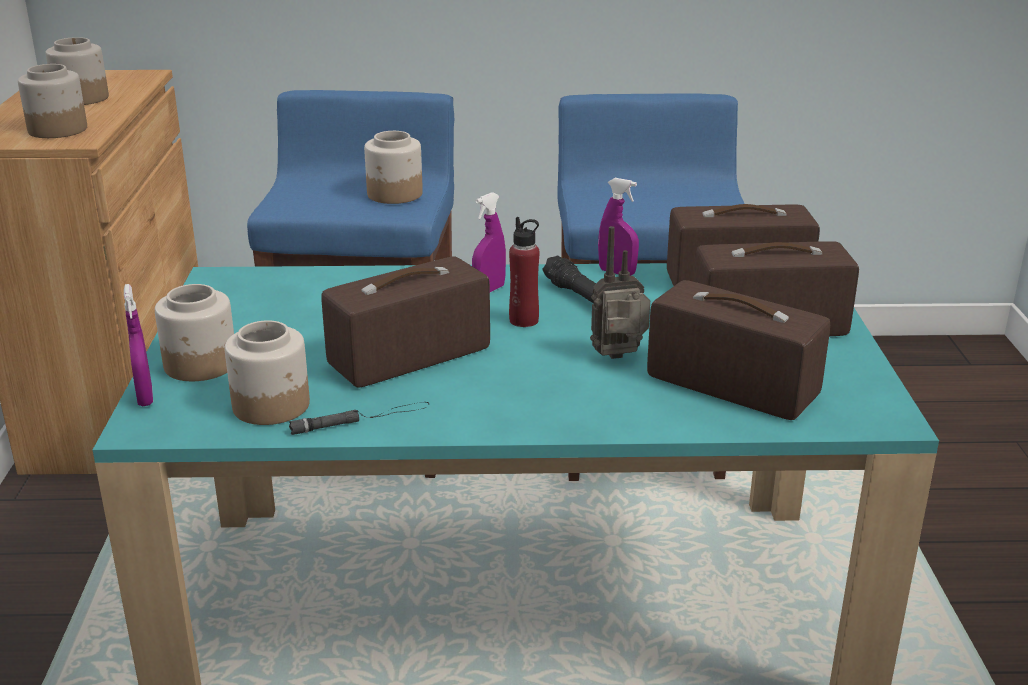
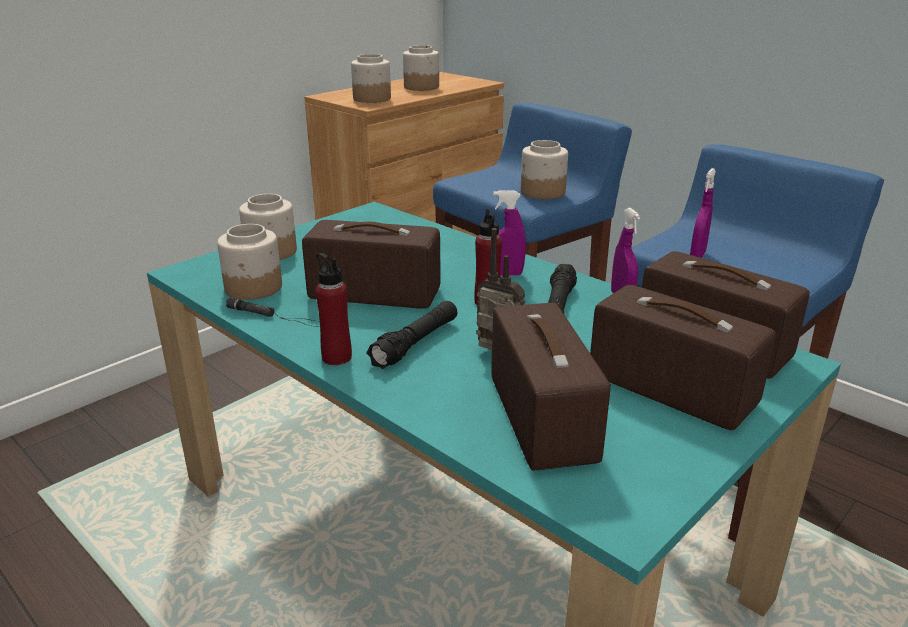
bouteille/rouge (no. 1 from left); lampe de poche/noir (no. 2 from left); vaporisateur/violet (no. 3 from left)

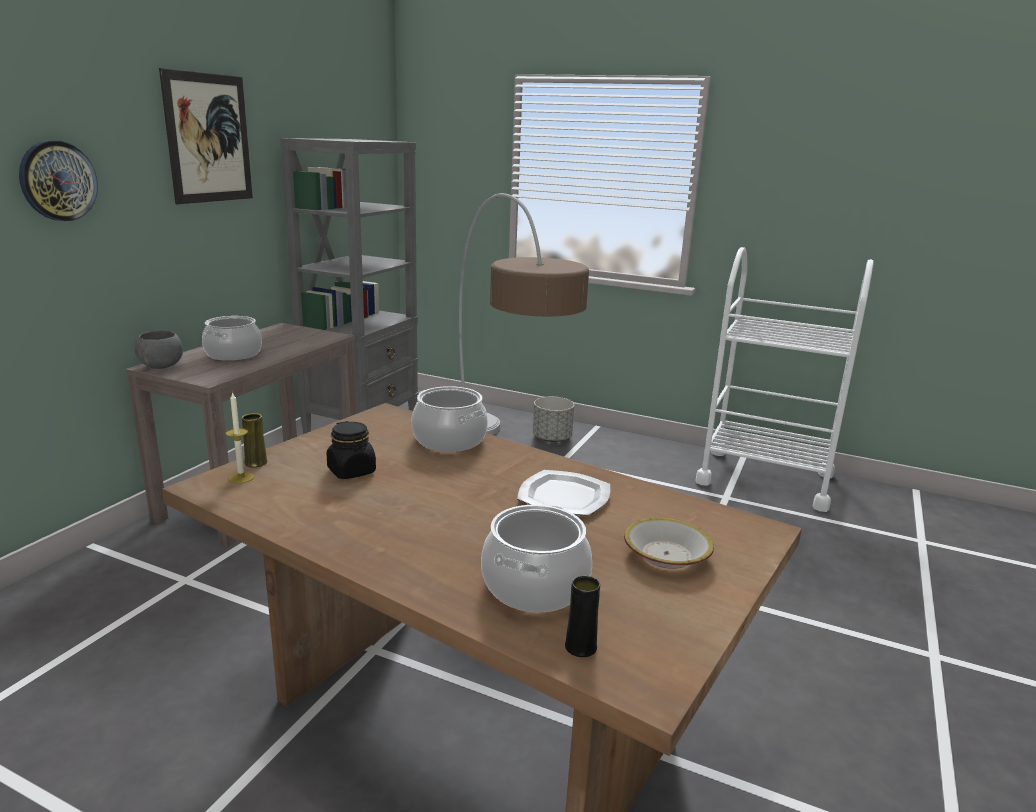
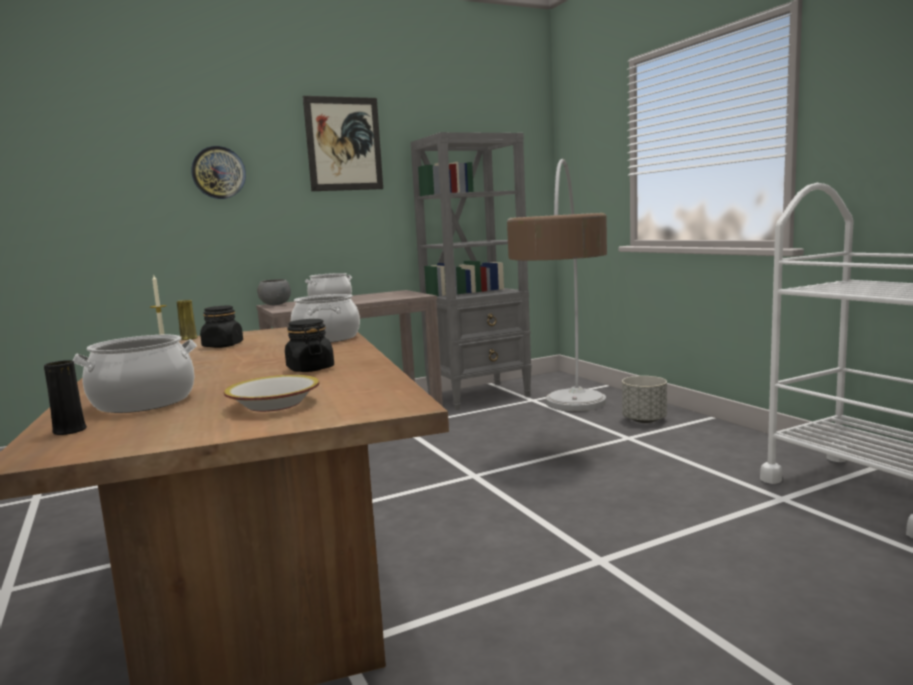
bocal/noir (no. 2 from left)

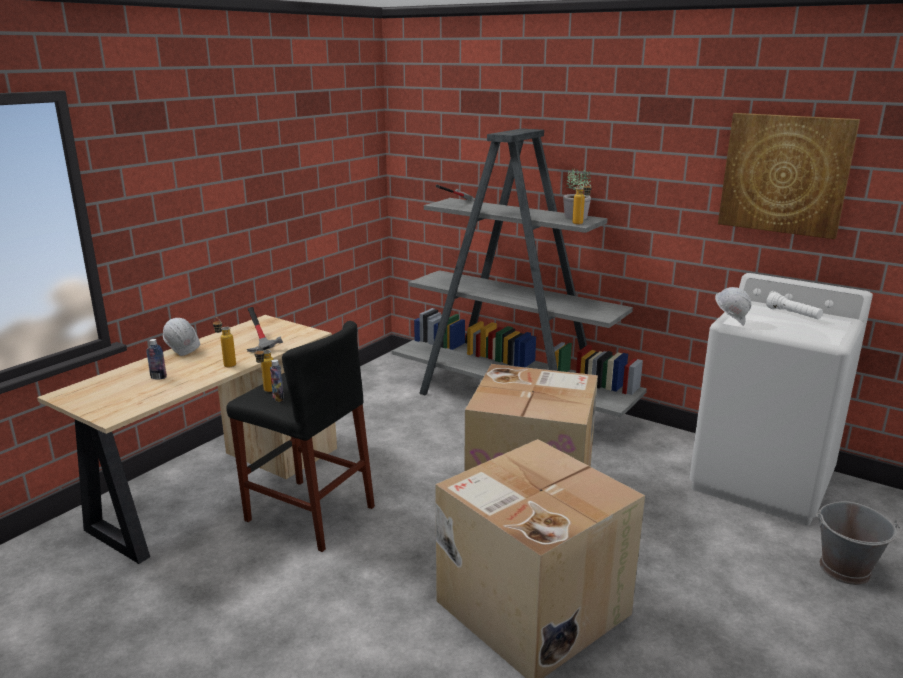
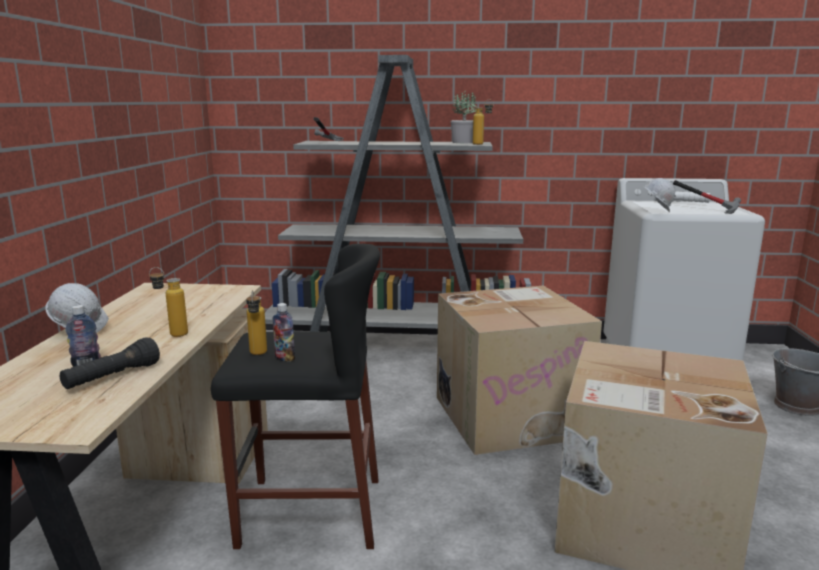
lampe de poche/noir; marteau (no. 2 from left); tableau

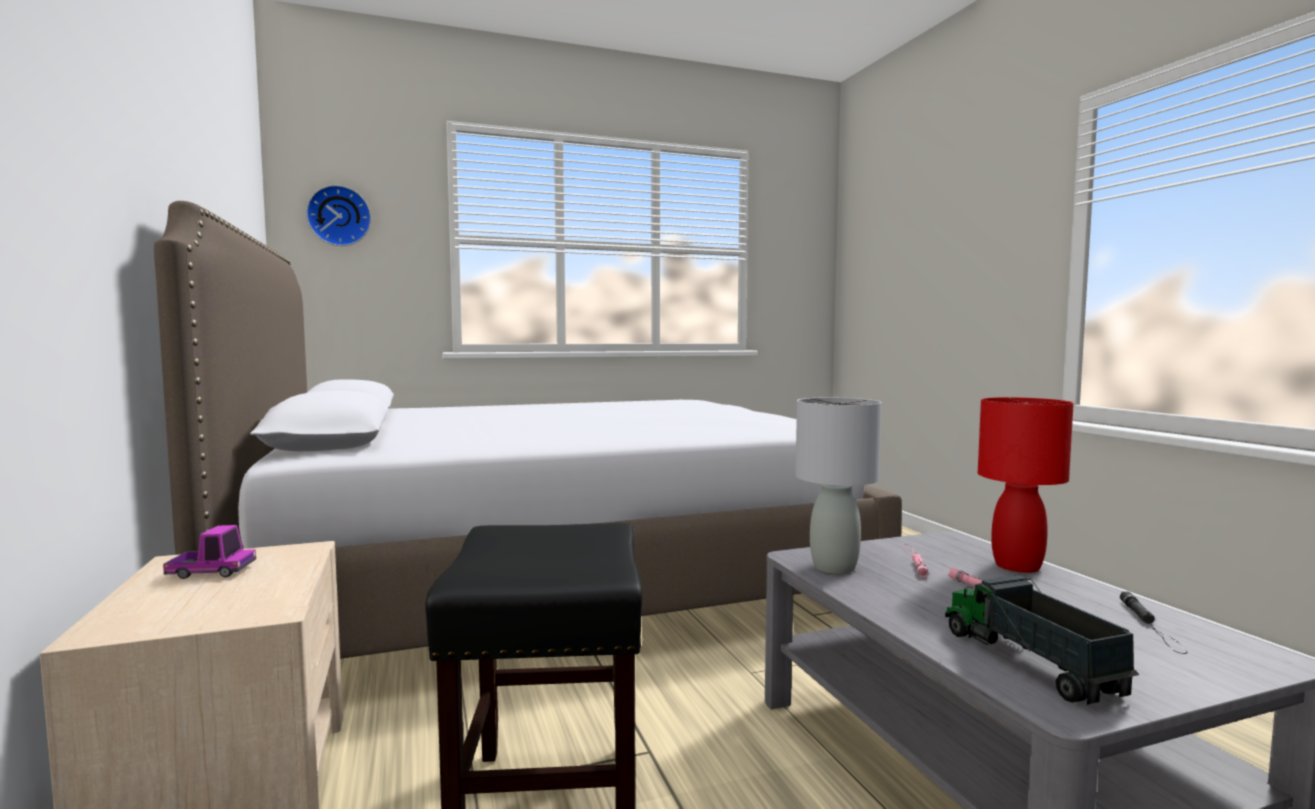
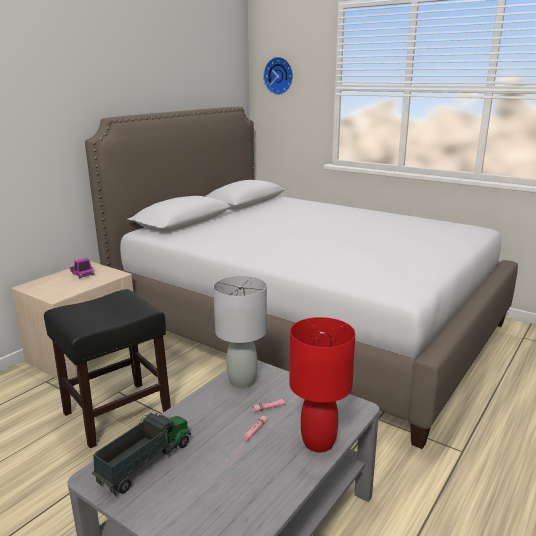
lampe de poche/noir

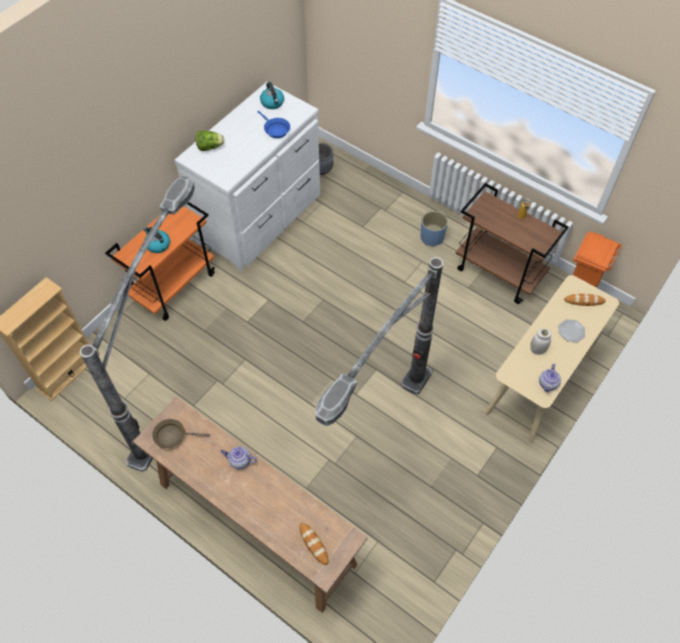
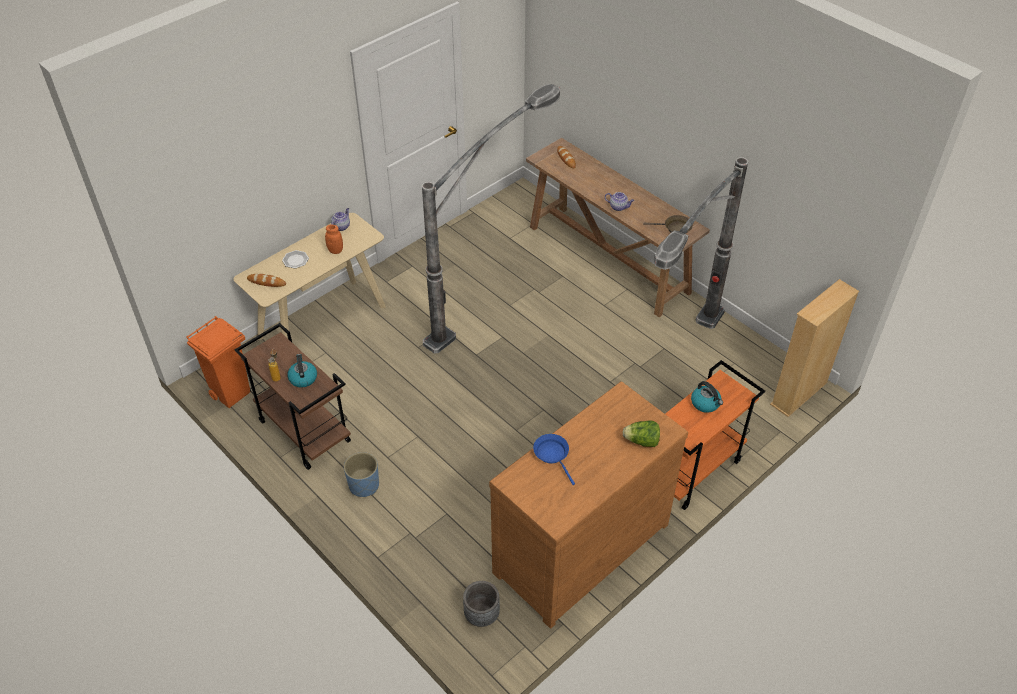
bouilloire (no. 1 from left); bocal/orange; commode/marron

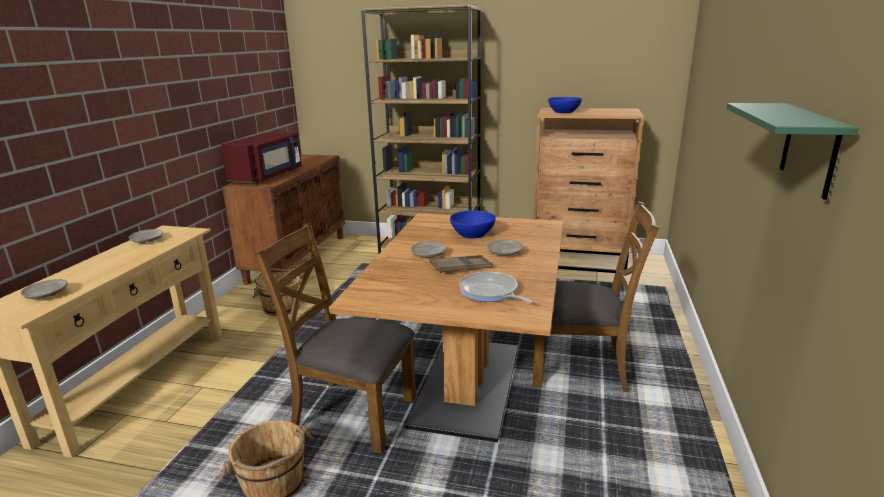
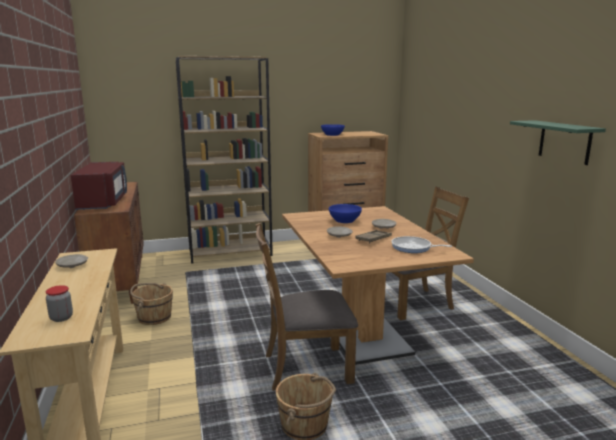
bocal

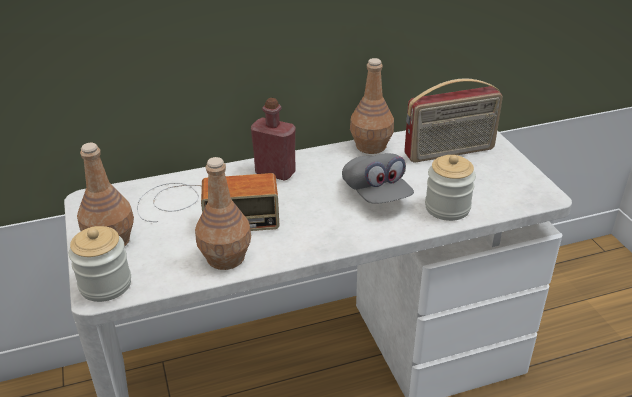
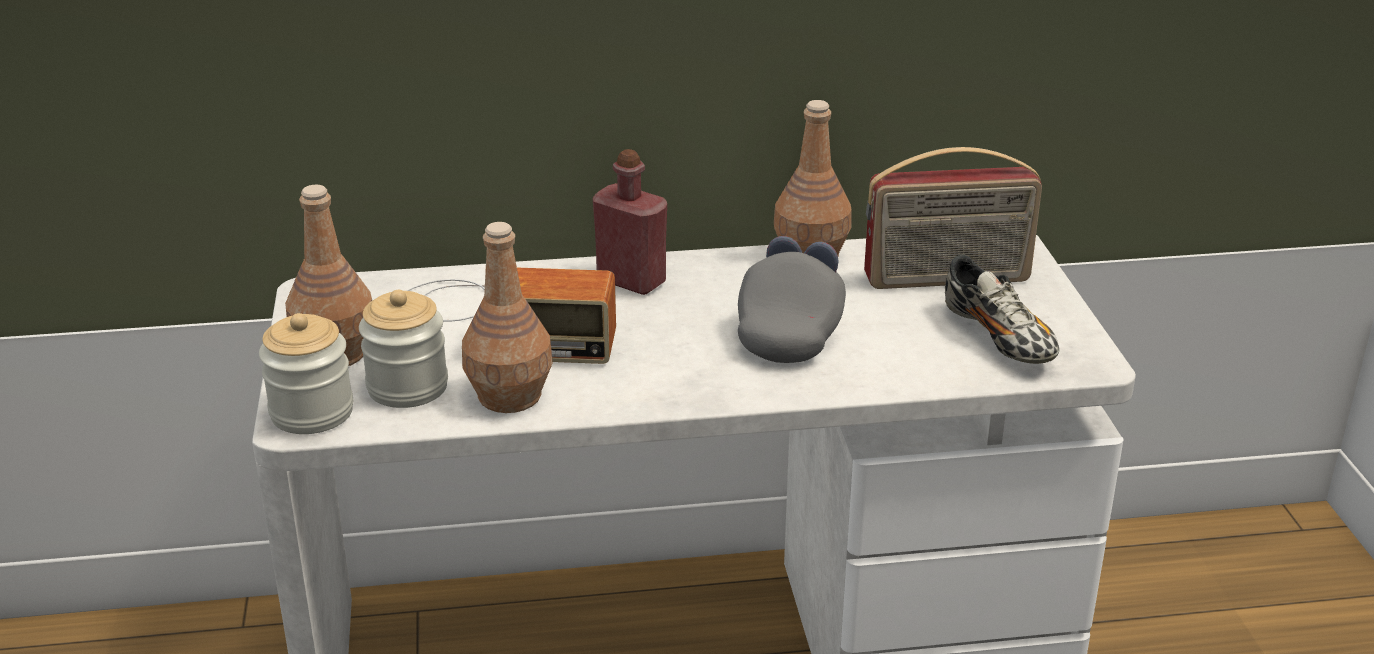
bocal (no. 2 from left); casquette/gris; chaussure

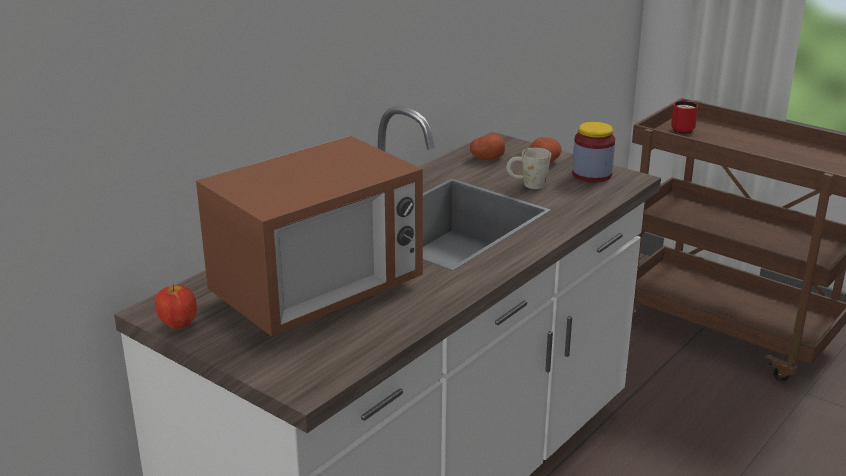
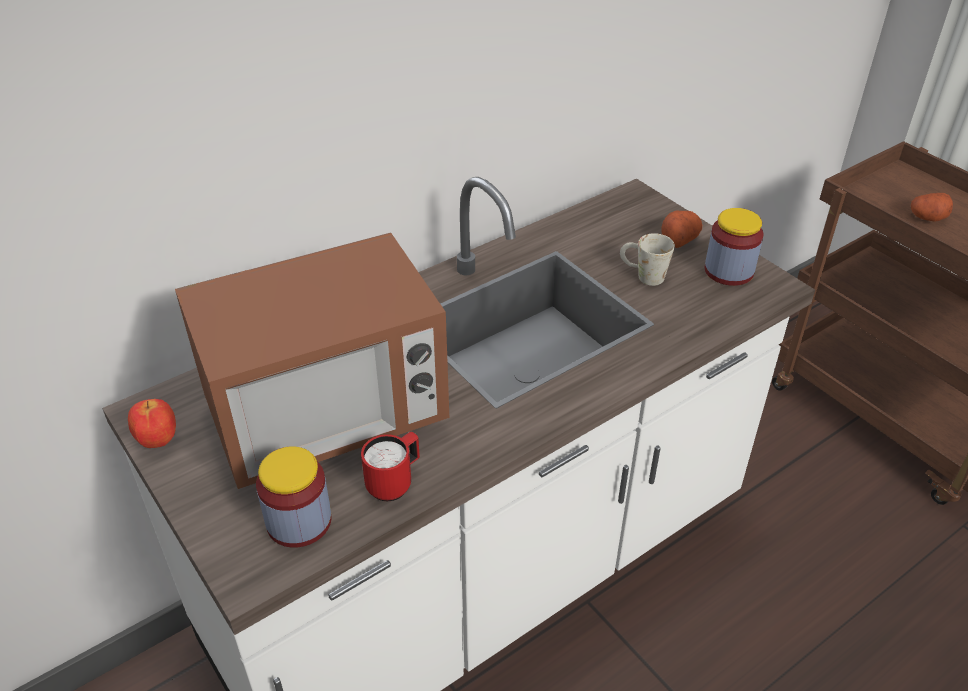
bocal (no. 1 from left); mug/rouge; pomme de terre (no. 2 from left)

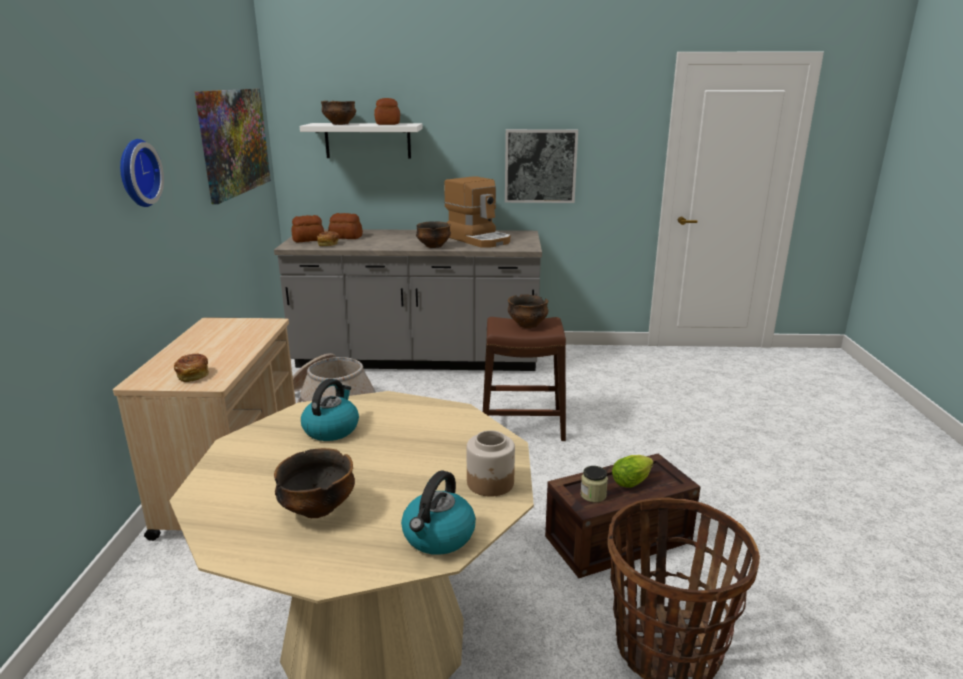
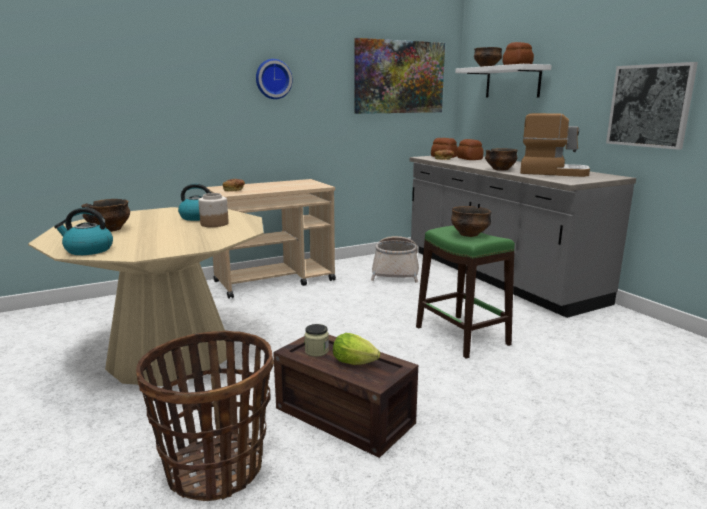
bocal (no. 1 from left); tabouret/vert; machine à café

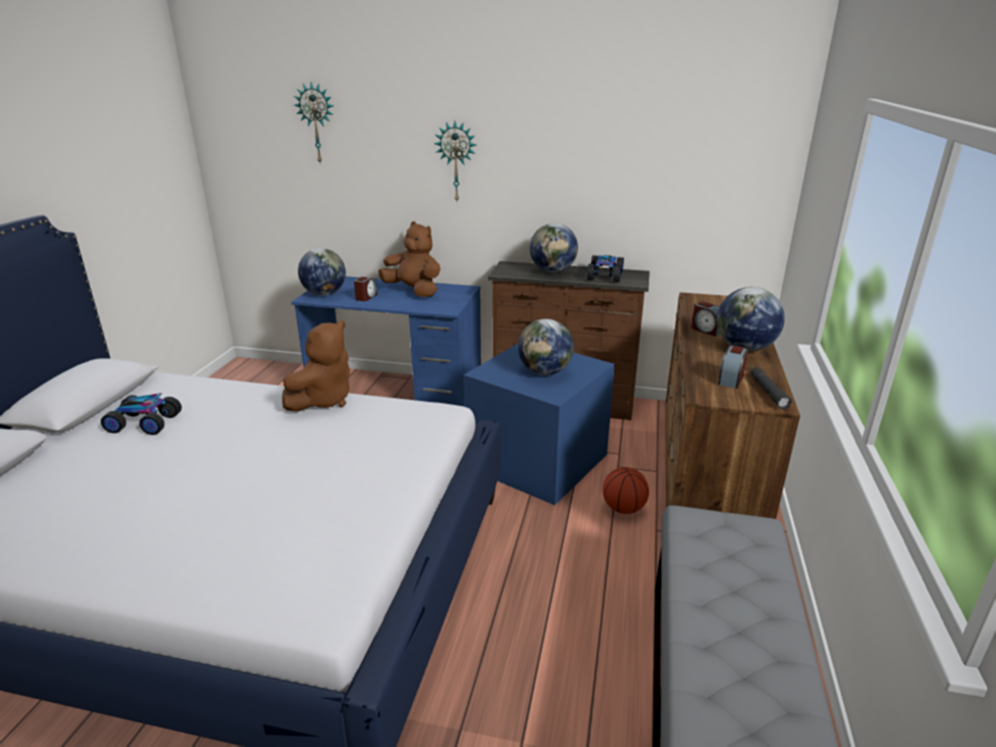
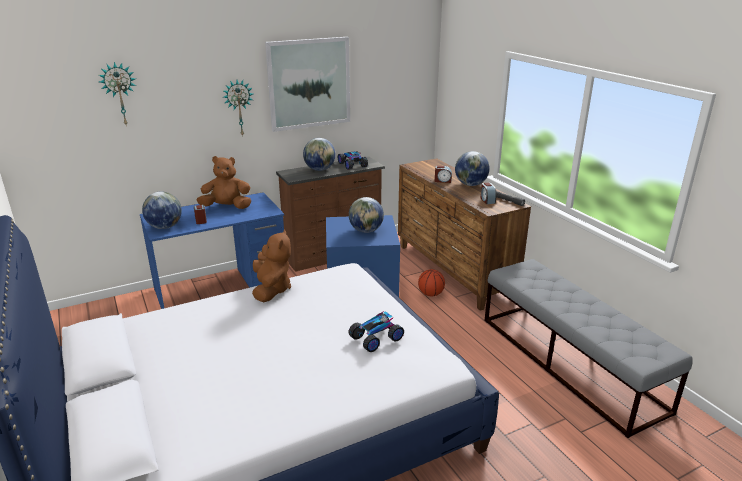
tableau; petite voiture (no. 2 from left)

